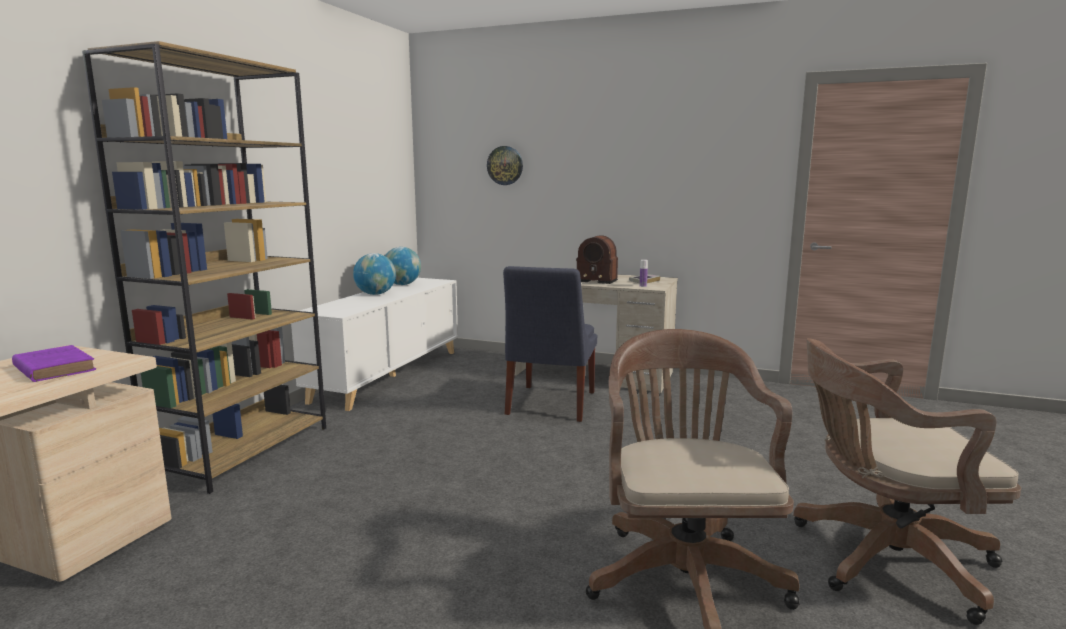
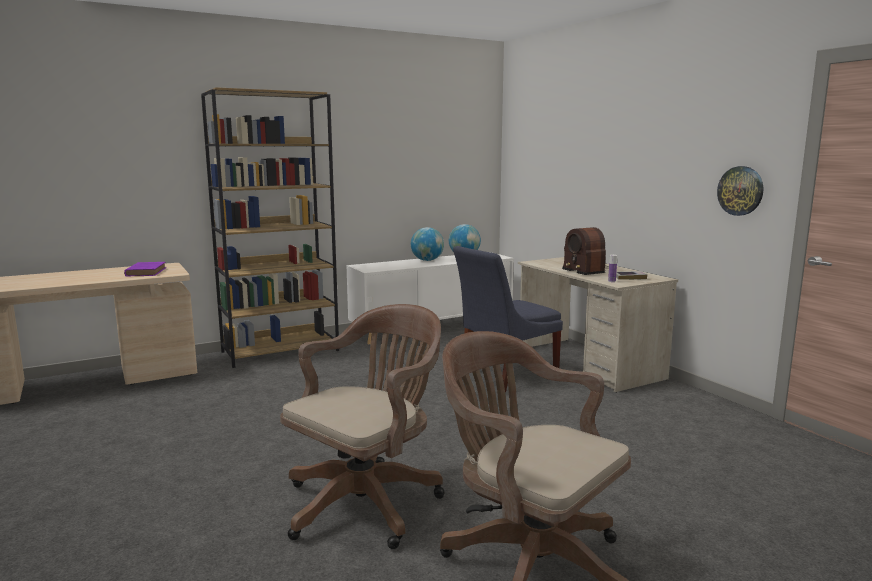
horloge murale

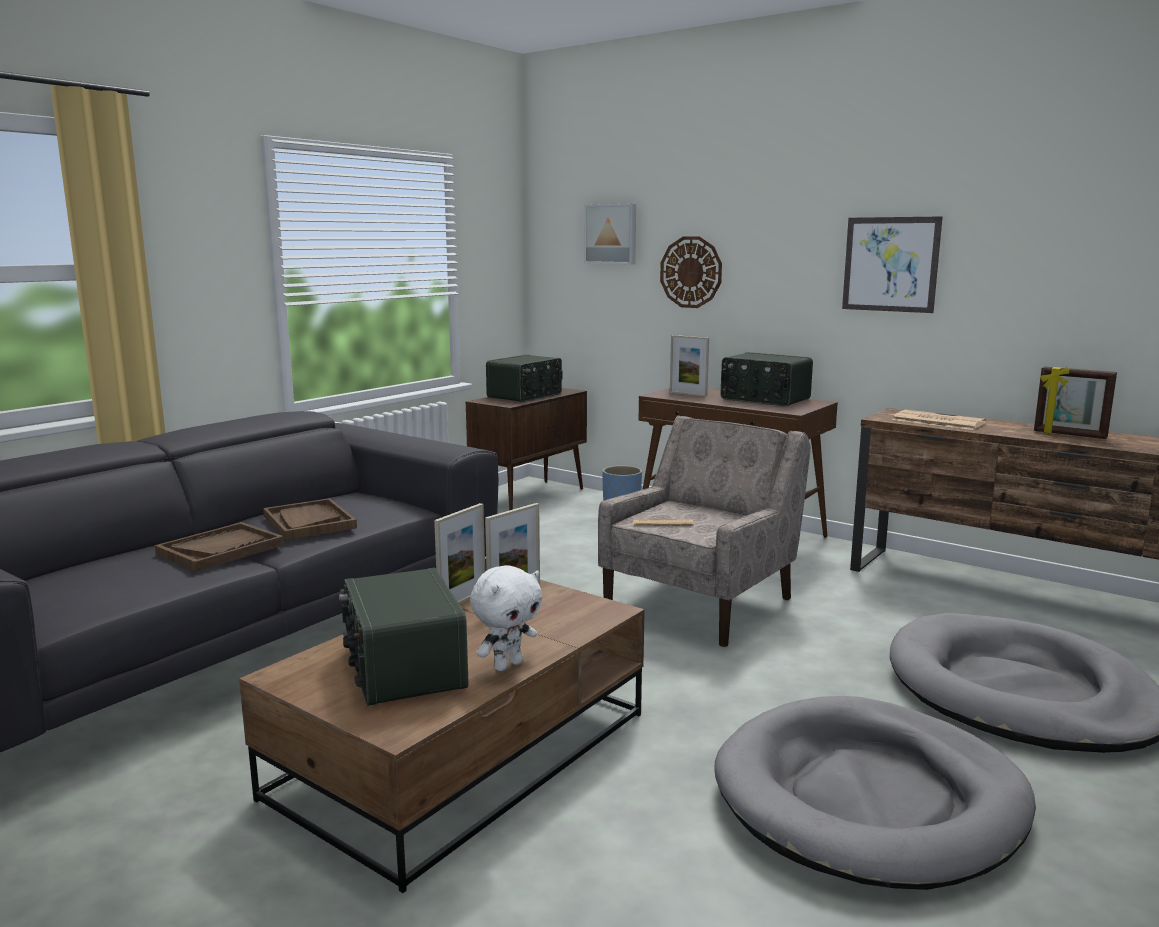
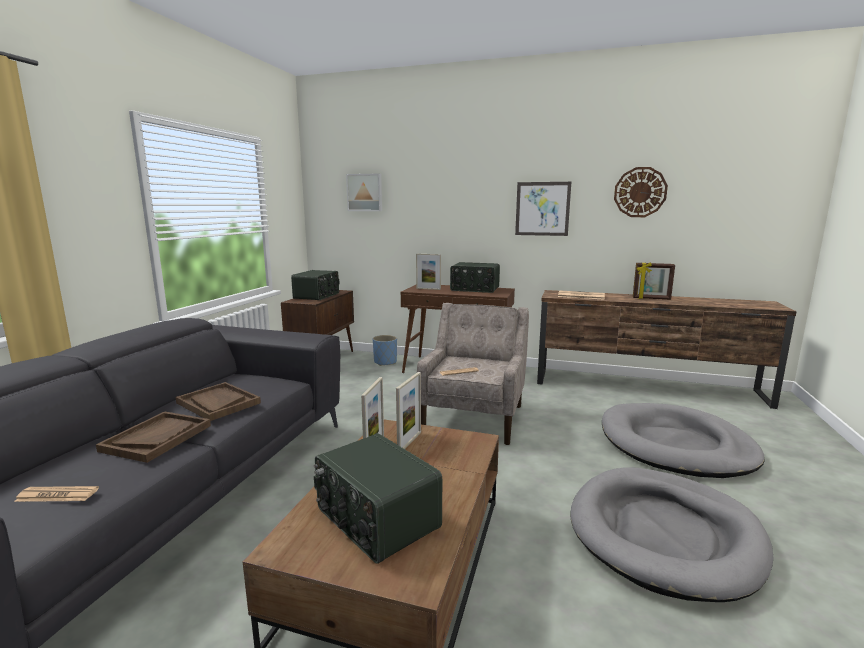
journal (no. 1 from left); horloge murale; peluche/blanc

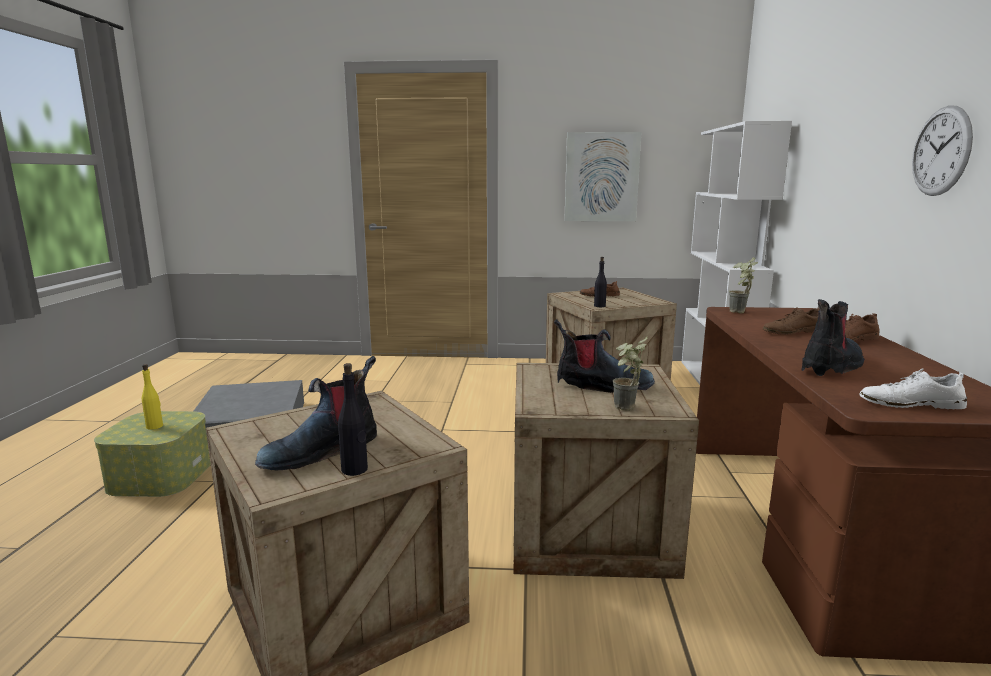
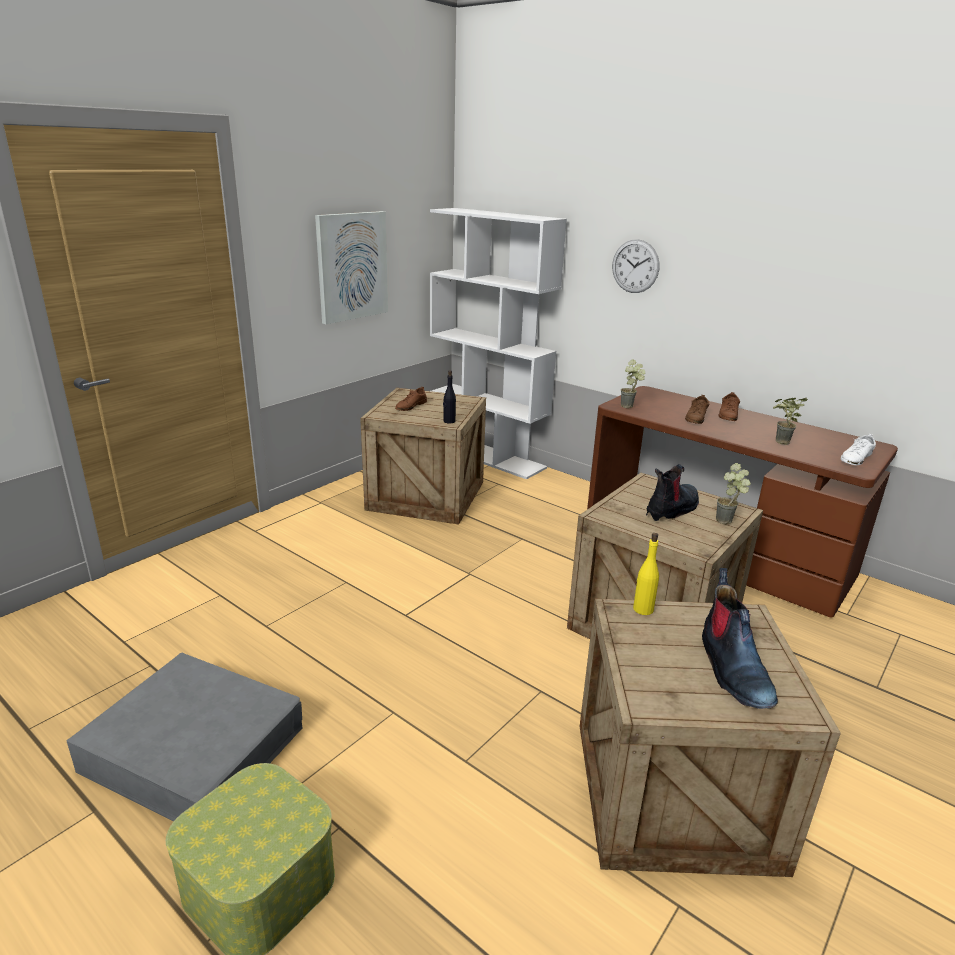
horloge murale; bouteille/jaune; plante en pot (no. 3 from left); bouteille/noir (no. 1 from left in the first image)

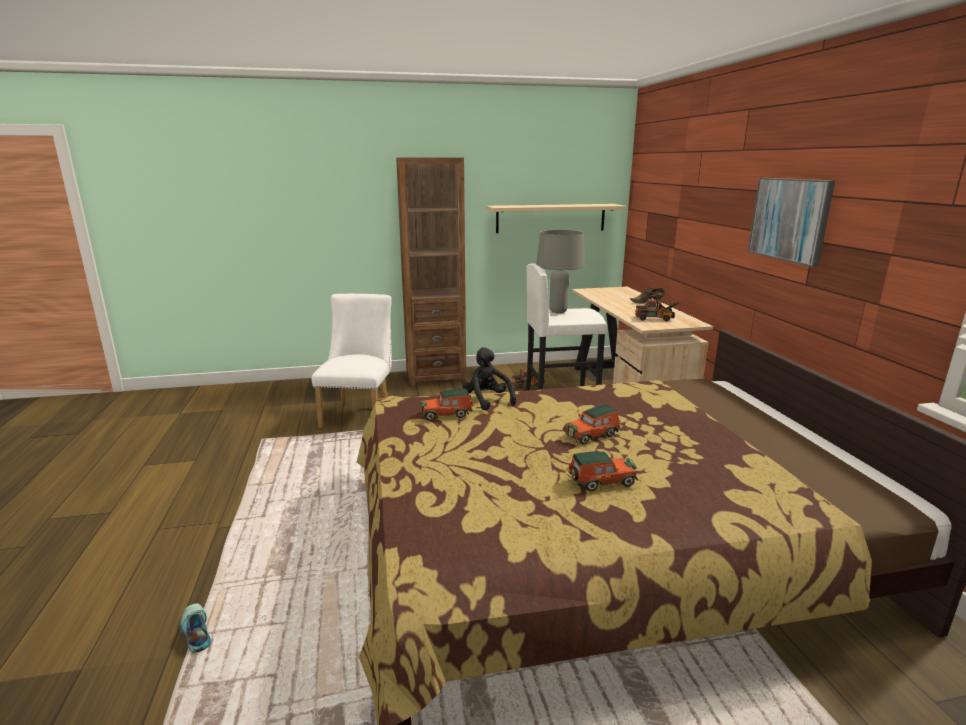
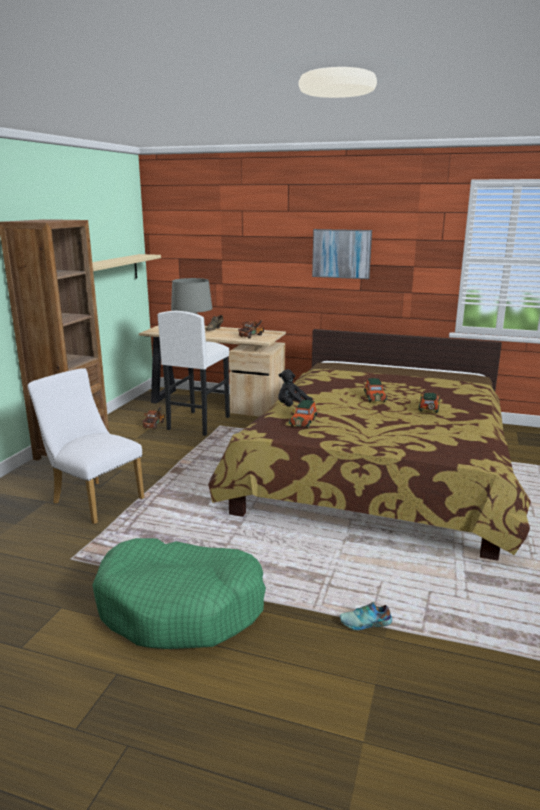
panier pour chien/vert

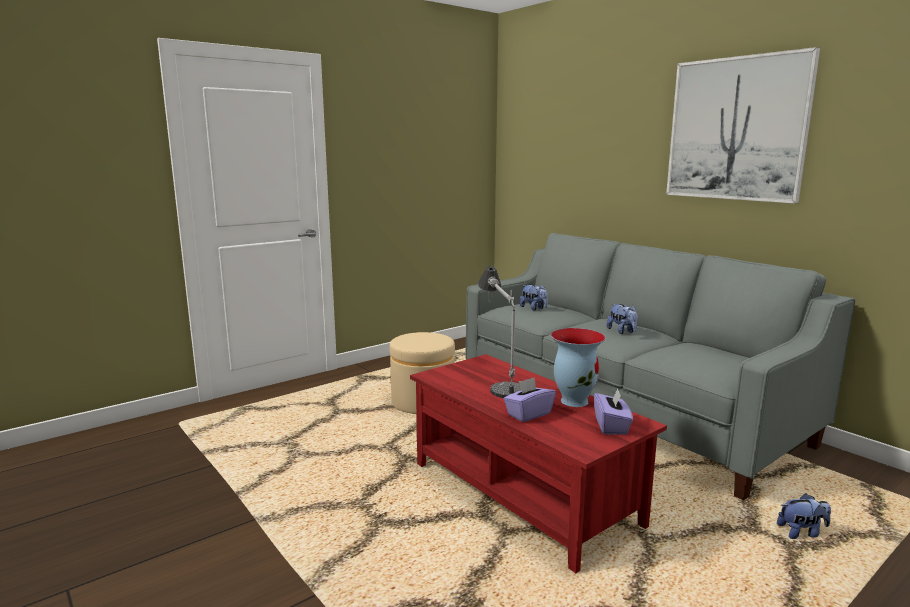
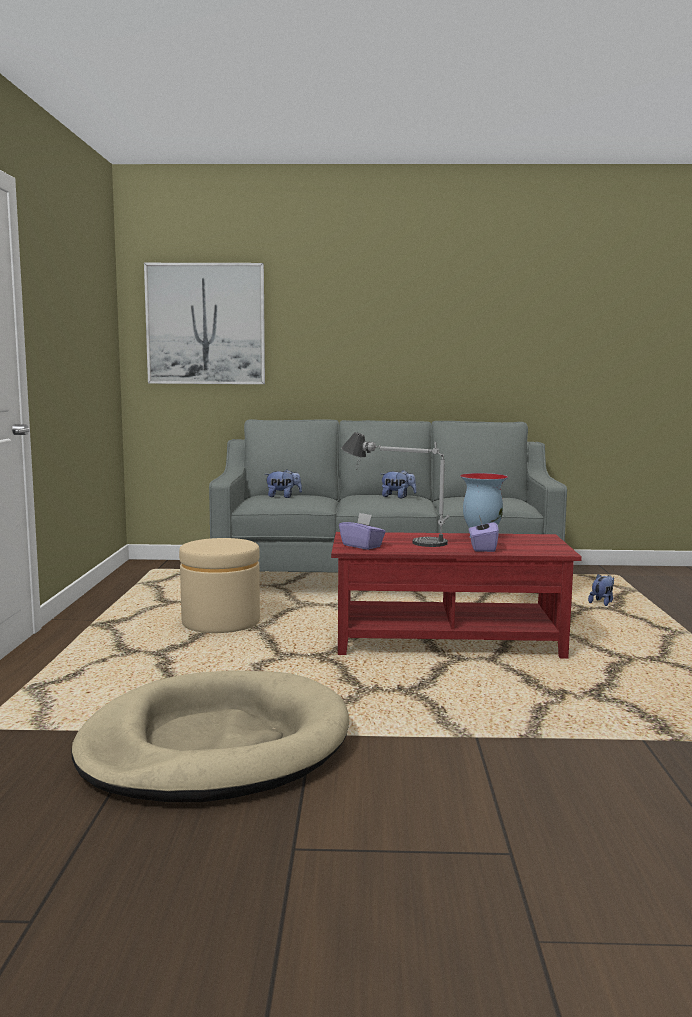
panier pour chien/beige; tableau; boîte à mouchoirs/violet (no. 1 from left)

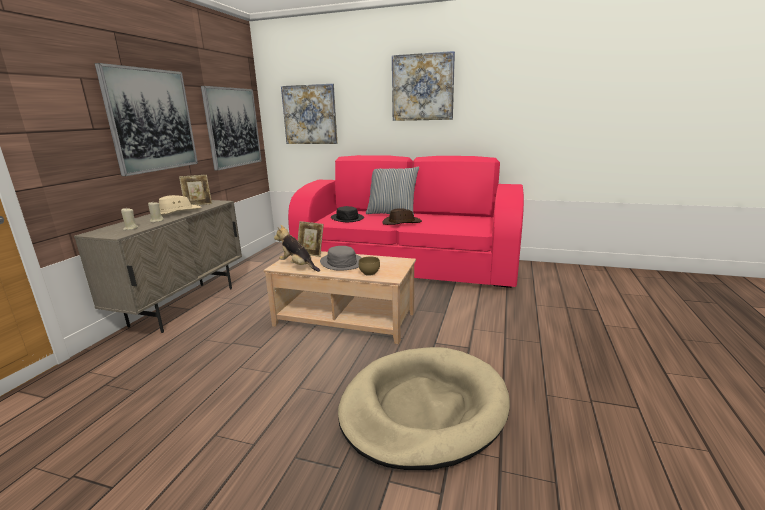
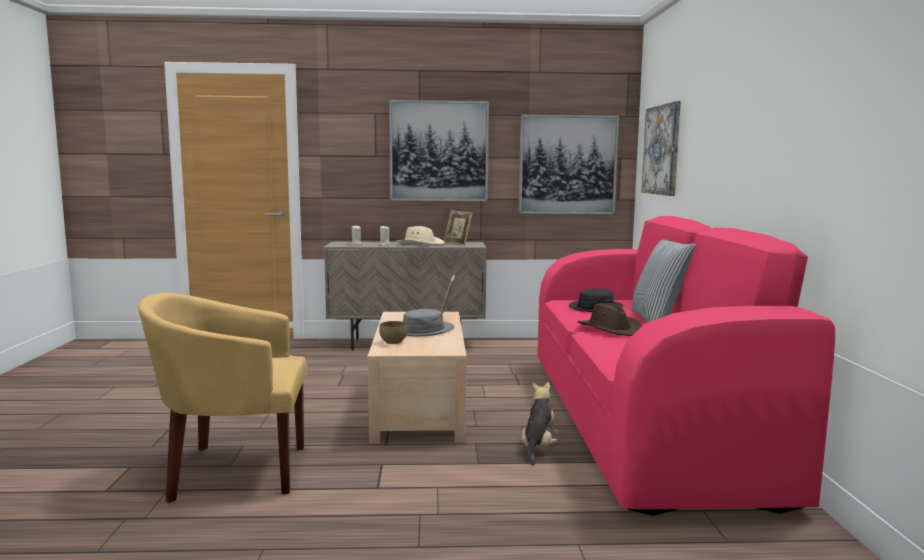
fauteuil/jaune; peluche; tableau (no. 4 from left in the first image)

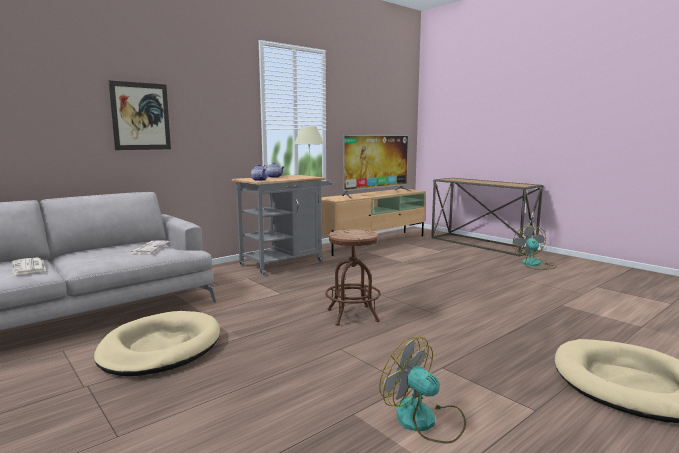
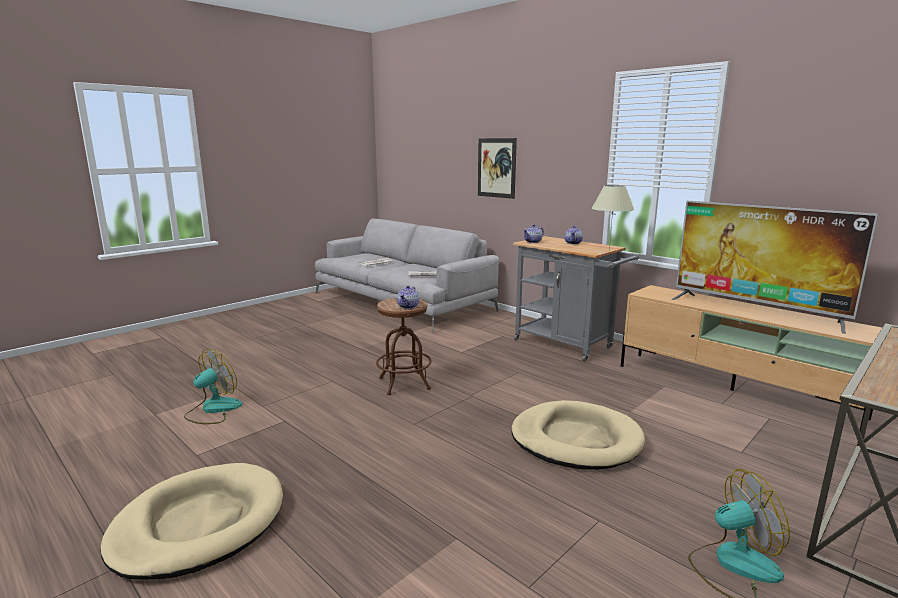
théière (no. 1 from left); panier pour chien/beige (no. 2 from left)

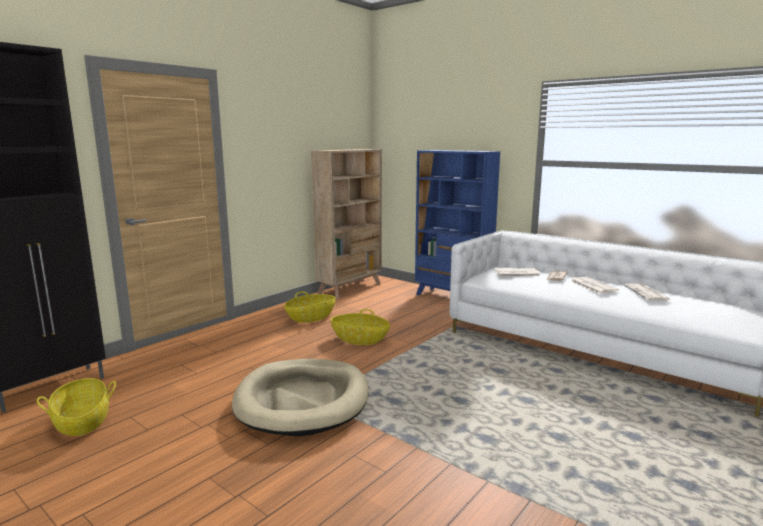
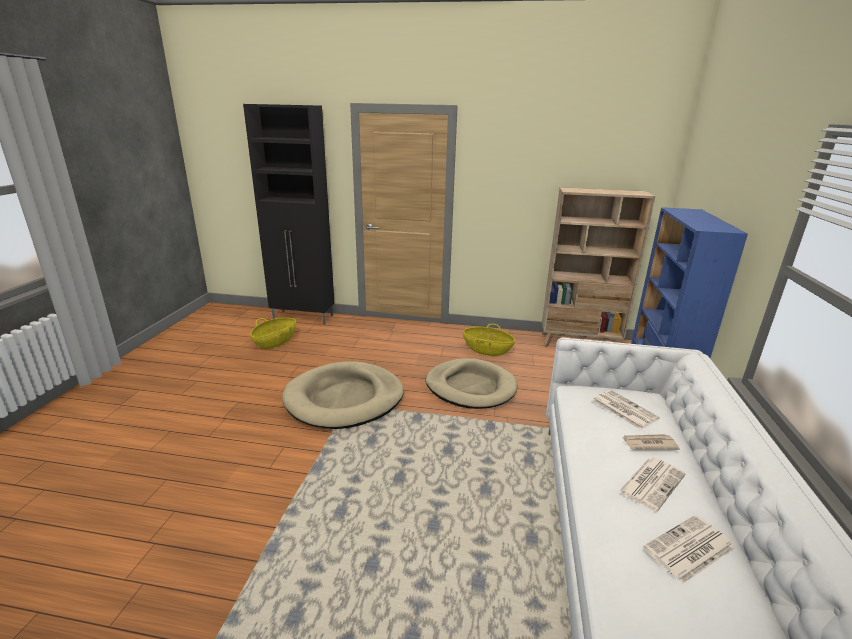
panier pour chien/beige (no. 2 from left)

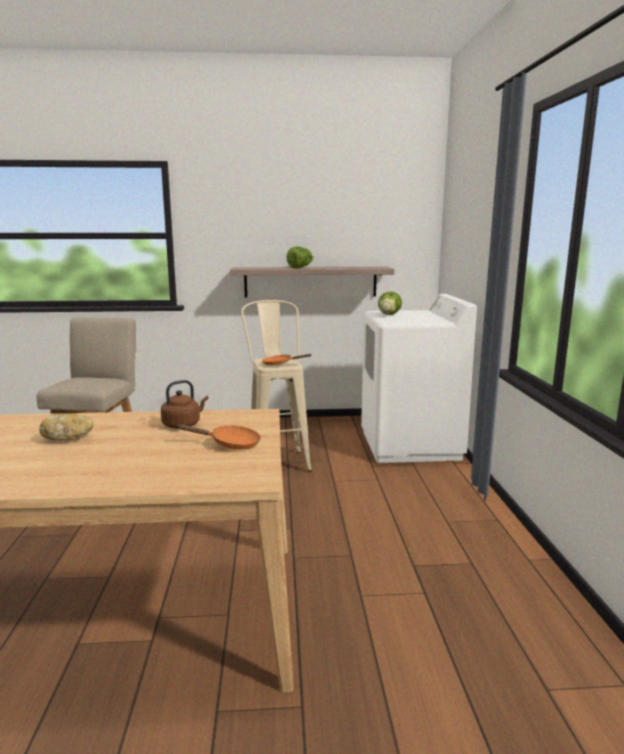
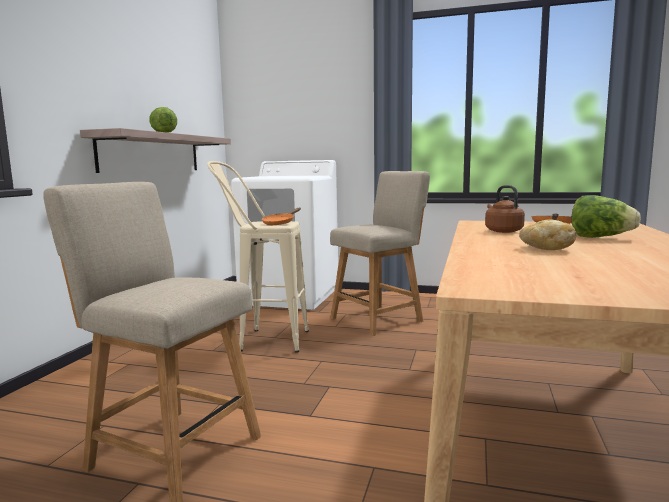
chaise/beige (no. 2 from left); laitue (no. 2 from left)

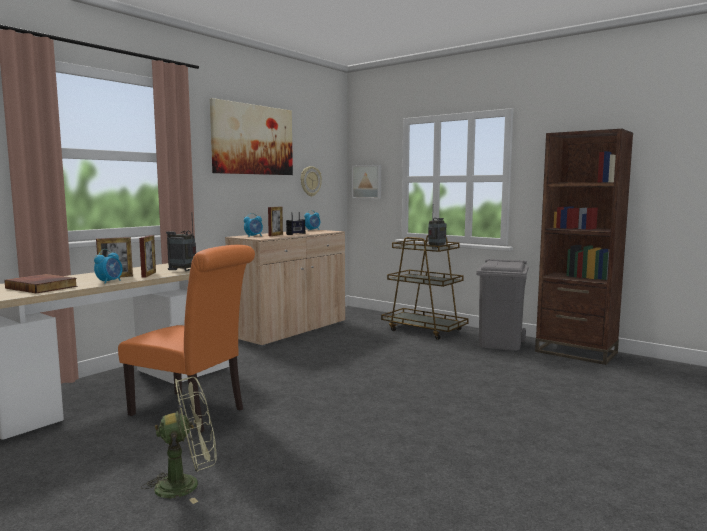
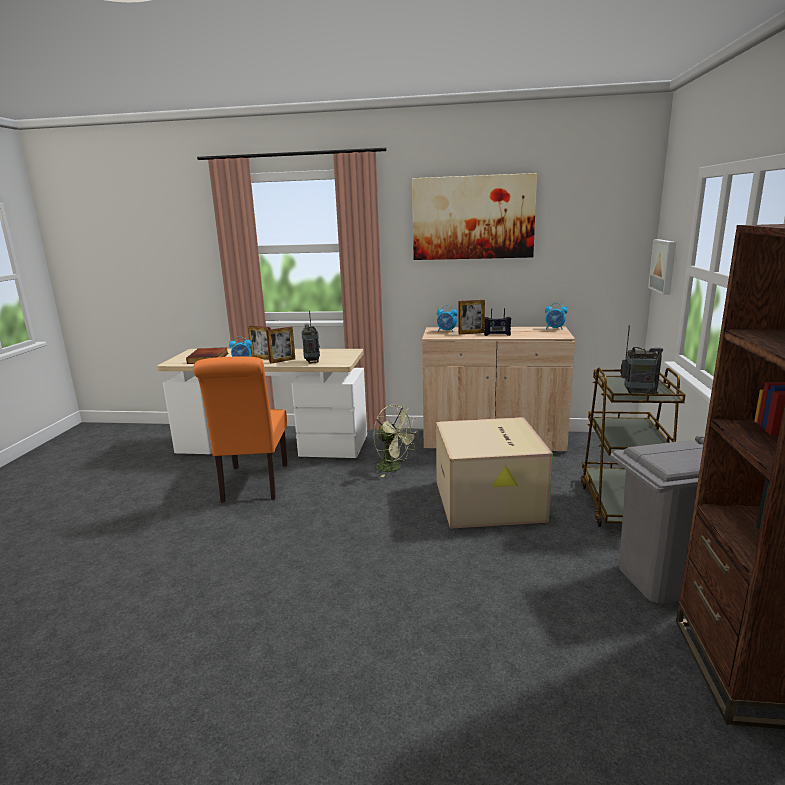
ventilateur/vert; carton; horloge murale

